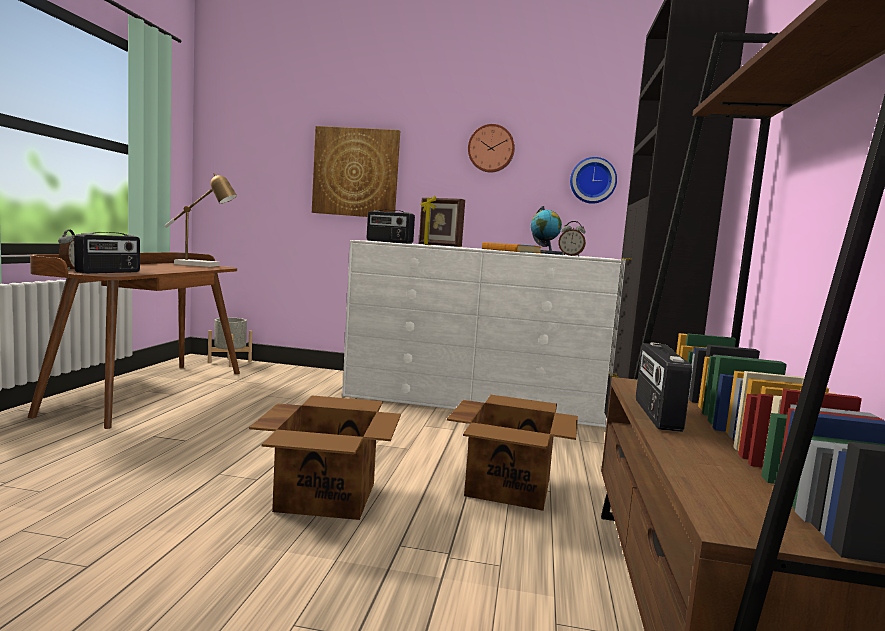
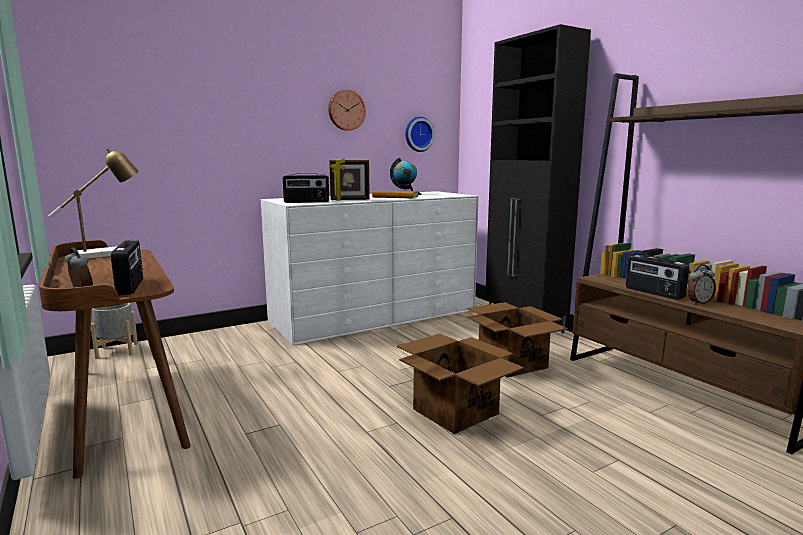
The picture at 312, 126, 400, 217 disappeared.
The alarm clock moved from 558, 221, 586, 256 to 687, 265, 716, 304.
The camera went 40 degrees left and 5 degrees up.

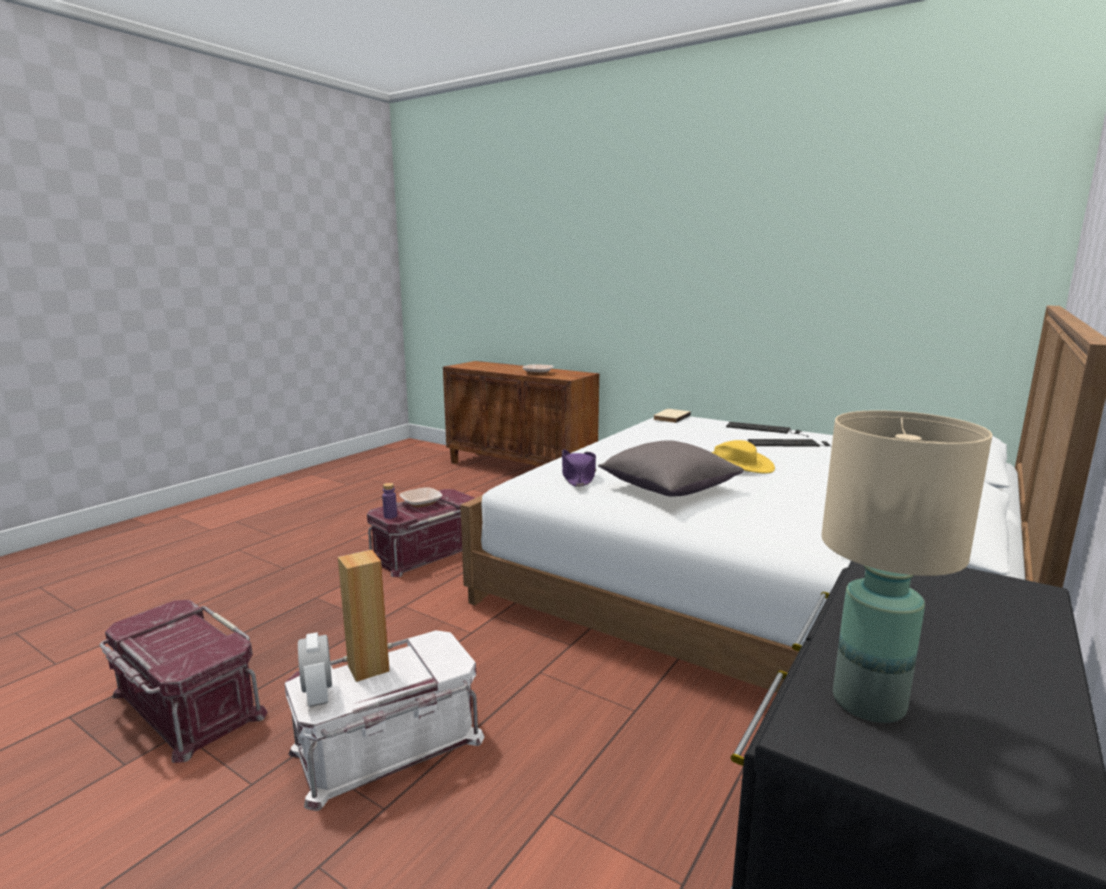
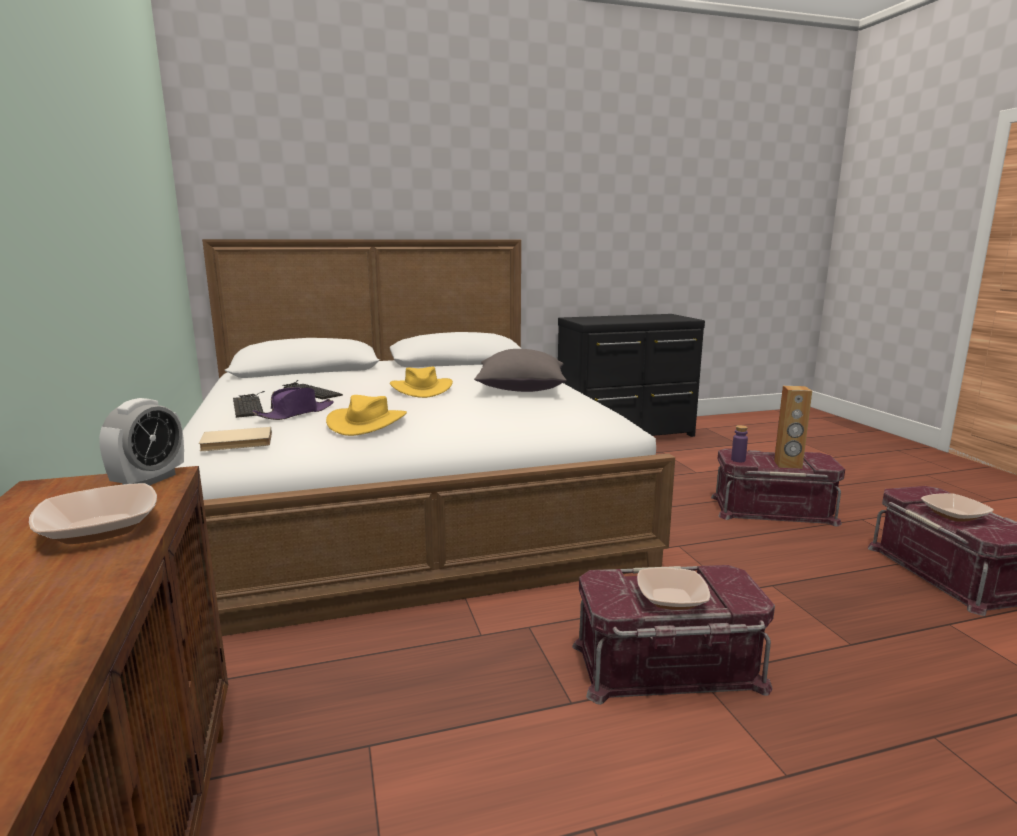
The table lamp in beige at 821, 410, 993, 723 disappeared.
The hat in yellow at 326, 395, 407, 436 appeared.
The bowl at 921, 493, 994, 522 appeared.
The alarm clock moved from 298, 632, 332, 707 to 99, 398, 184, 485.
The bottle in purple moved from 382, 483, 397, 519 to 731, 425, 748, 462.
The hat in purple moved from 562, 449, 596, 487 to 252, 387, 334, 420.
The storage box in white at 284, 630, 485, 811 became the storage box in red at 711, 448, 845, 527.
The camera went 140 degrees left and 0 degrees up.

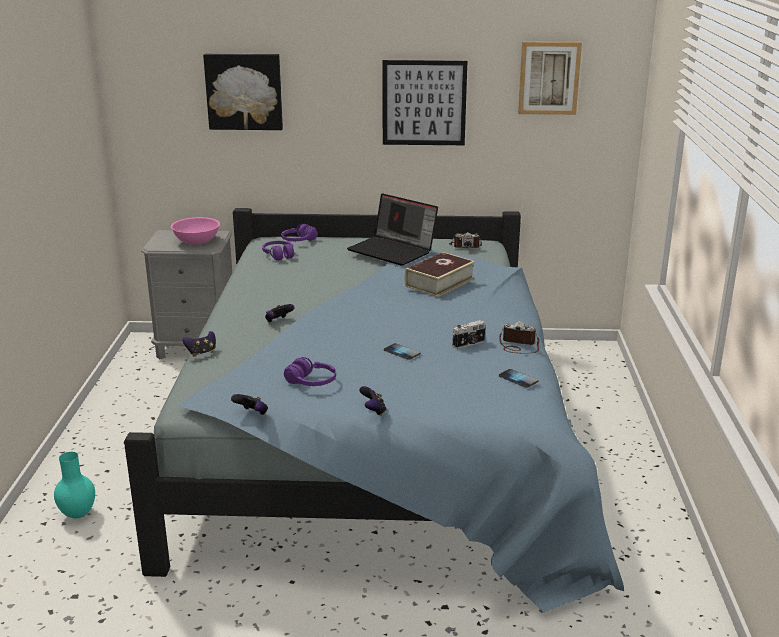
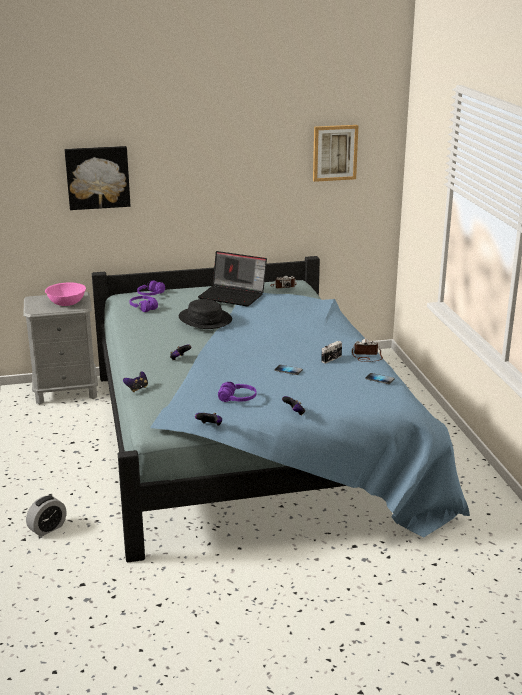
The picture at 382, 60, 467, 145 disappeared.
The book at 405, 252, 475, 297 disappeared.
The hat in black at 179, 299, 232, 329 appeared.
The vase in turquoise at 54, 452, 95, 518 was replaced by the alarm clock at 26, 495, 67, 537.
The camera went 15 degrees left and 0 degrees up.

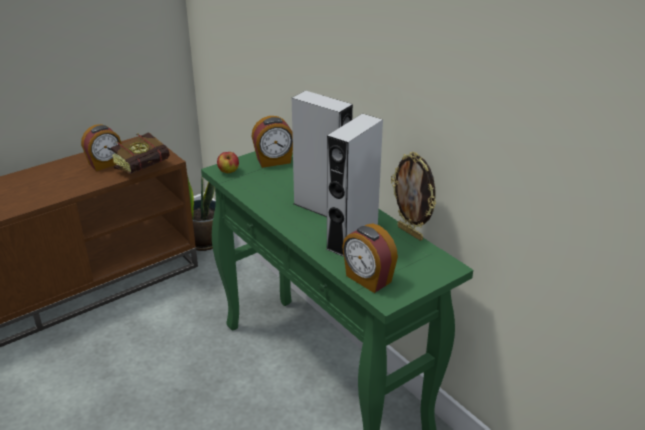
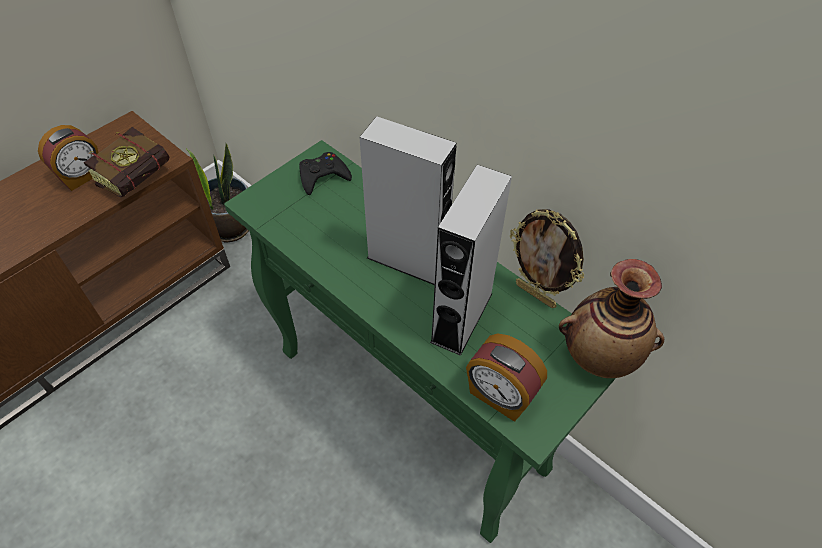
The apple at 217, 152, 239, 173 disappeared.
The vase at 559, 259, 664, 378 appeared.
The alarm clock at 252, 116, 293, 168 was replaced by the game controller in black at 299, 152, 352, 195.
The camera went 10 degrees left and 20 degrees up.

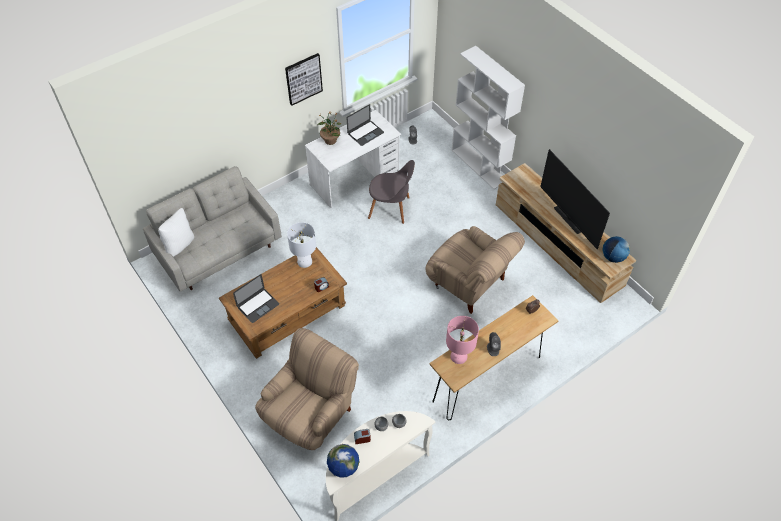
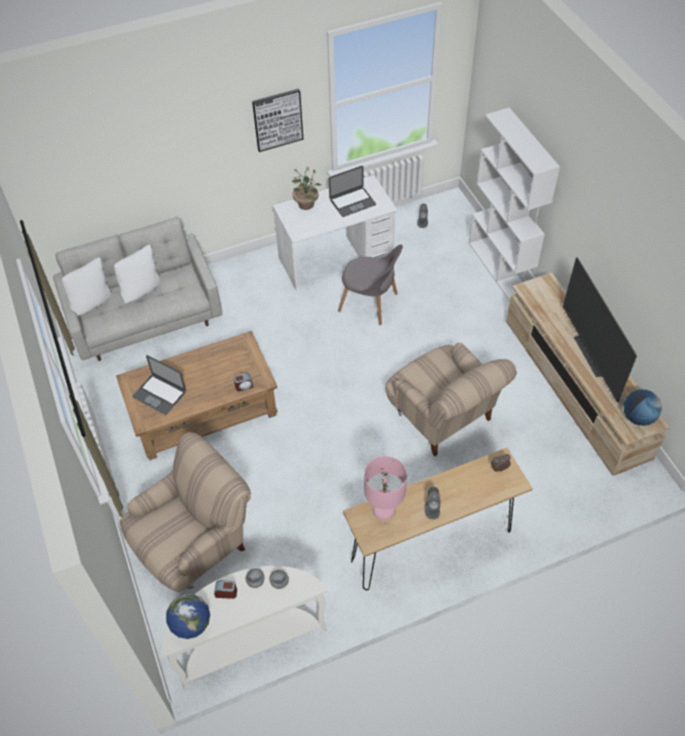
The table lamp in white at 287, 222, 316, 268 disappeared.
The pillow in white at 114, 245, 161, 303 appeared.
The laptop at 233, 274, 279, 323 turned 60 degrees clockwise.
The camera went 15 degrees right and 0 degrees up.

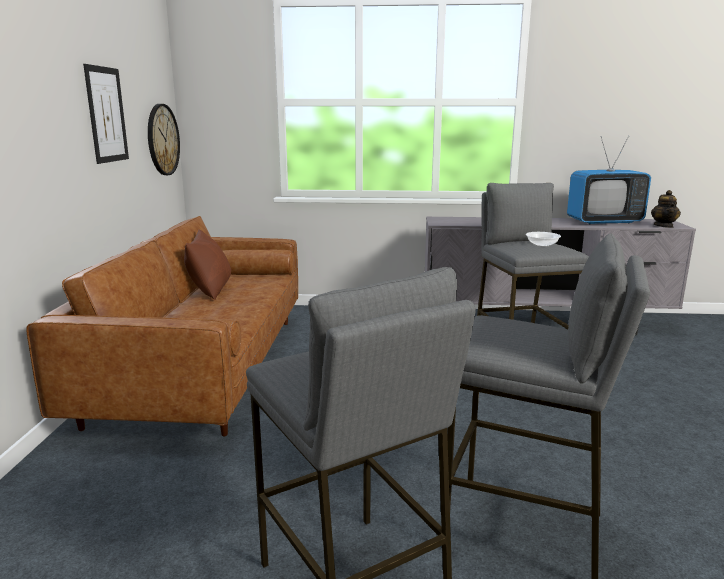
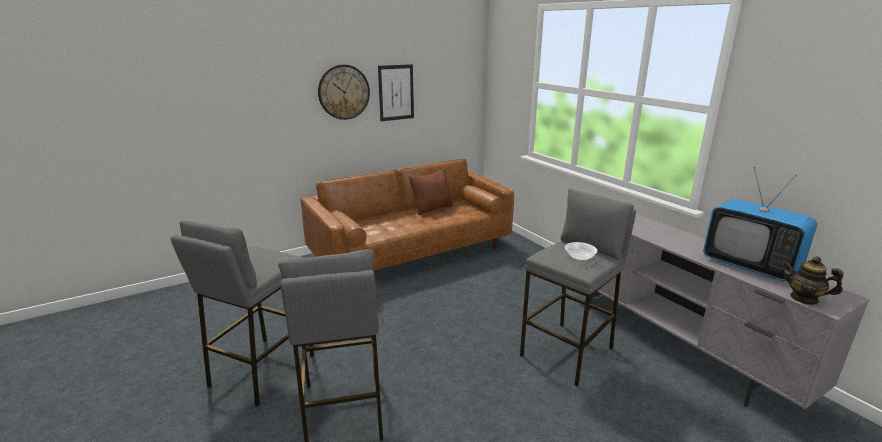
The wall clock moved from 148, 104, 180, 175 to 318, 64, 370, 120.
The teapot at 651, 190, 681, 228 turned 60 degrees clockwise.
The camera went 55 degrees right and 5 degrees up.

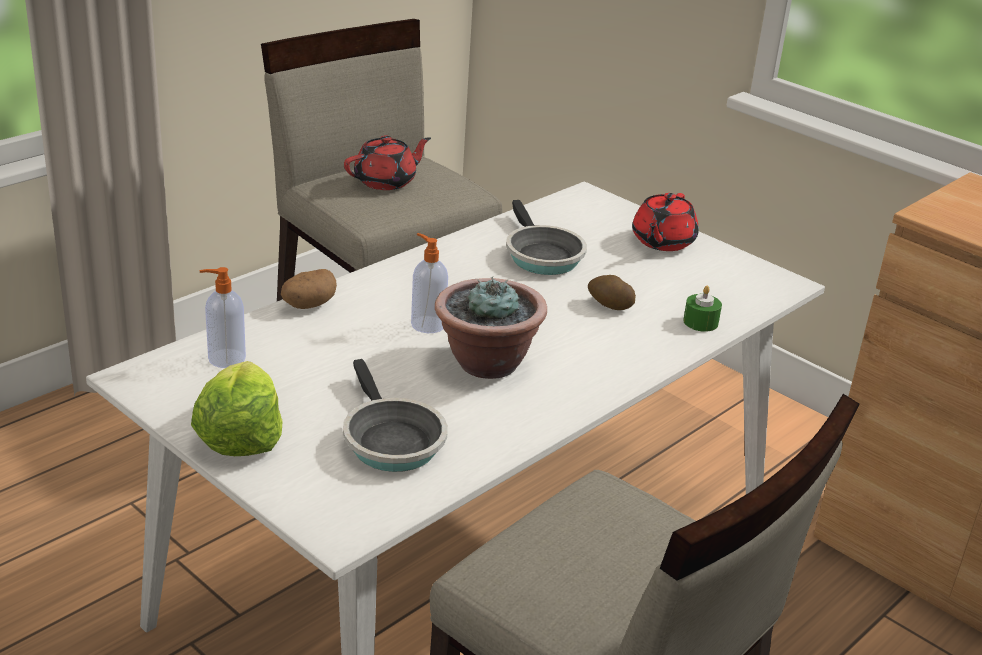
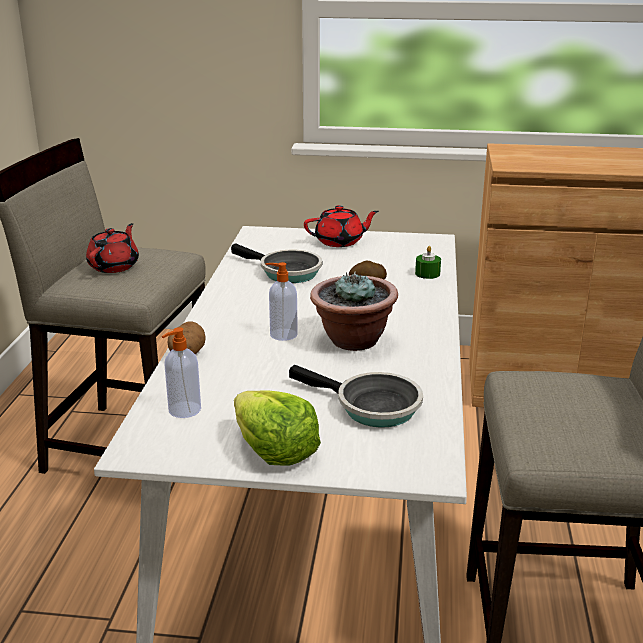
The teapot in red at 632, 193, 699, 251 turned 90 degrees counterclockwise.
The camera went 35 degrees left and 5 degrees down.

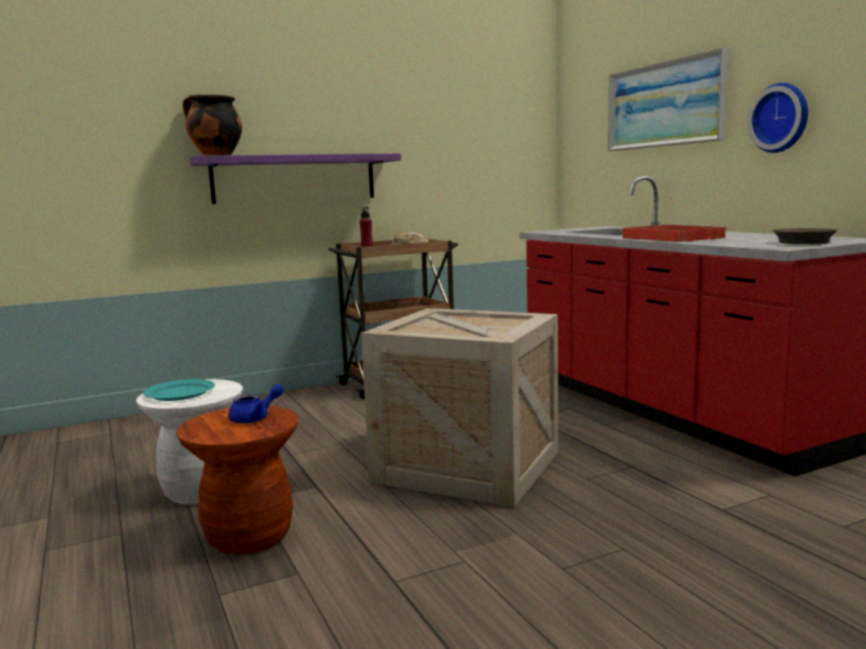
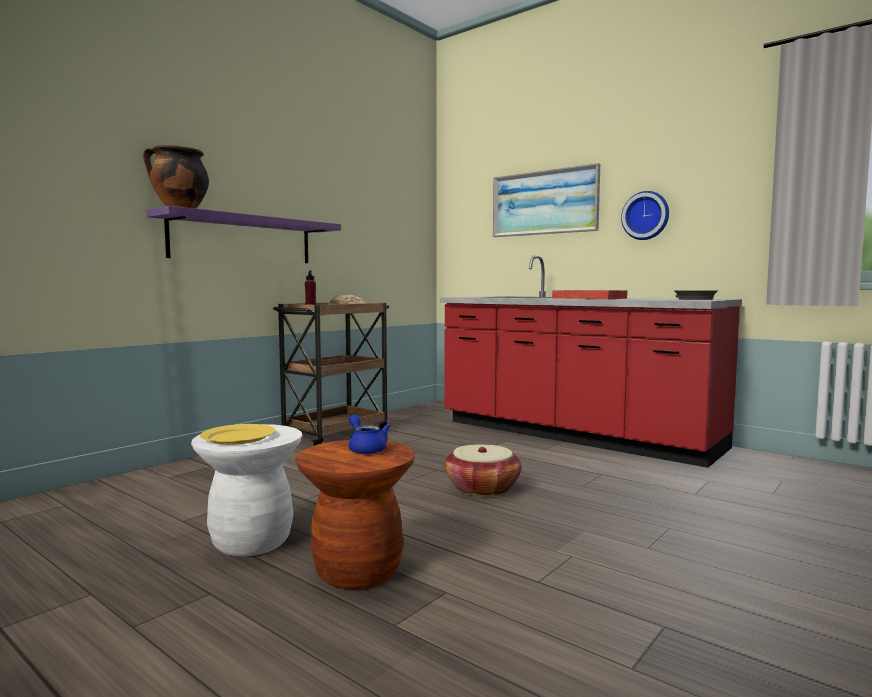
The crate at 361, 308, 558, 507 was replaced by the basket at 444, 444, 522, 497.
The plate in turquoise at 143, 379, 215, 401 became the plate in yellow at 200, 424, 275, 445.
The teapot in blue at 228, 384, 284, 423 turned 60 degrees counterclockwise.
The camera went 25 degrees left and 5 degrees down.

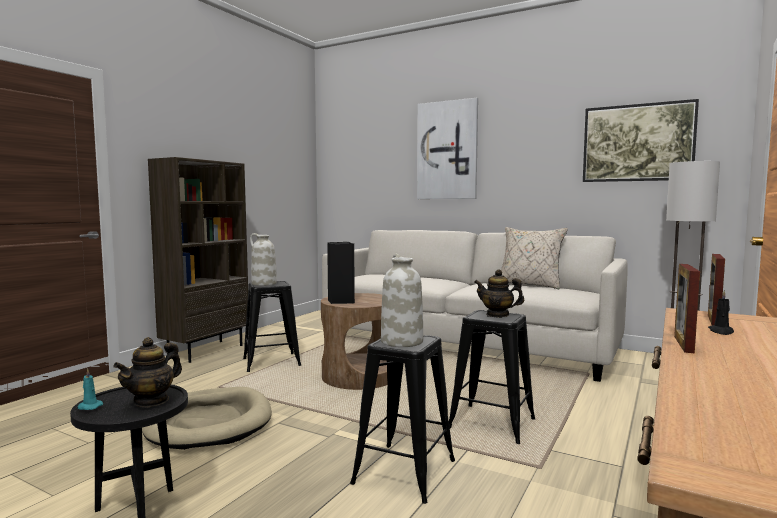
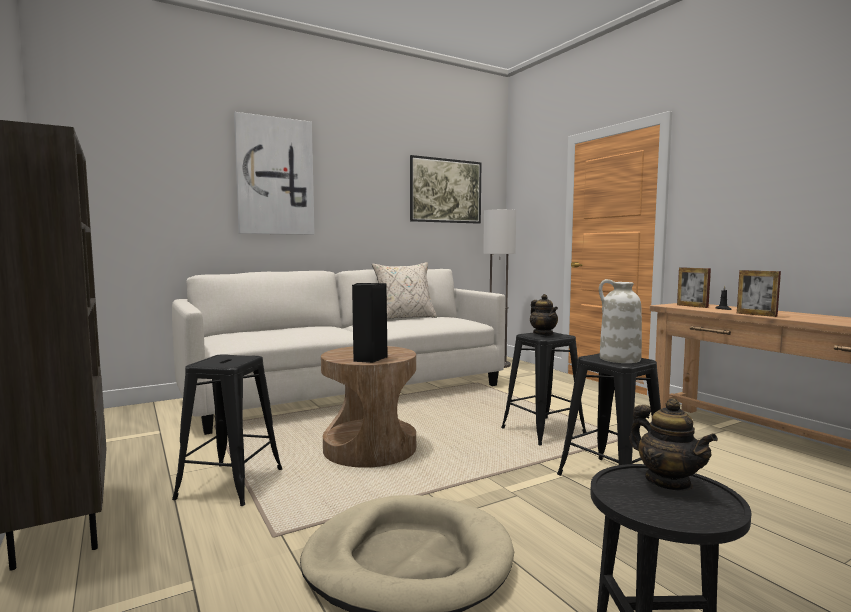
The candle in turquoise at 78, 368, 103, 410 disappeared.
The vase in white at 250, 233, 277, 286 disappeared.
The teapot at 474, 269, 525, 317 turned 75 degrees counterclockwise.
The camera went 60 degrees left and 0 degrees up.

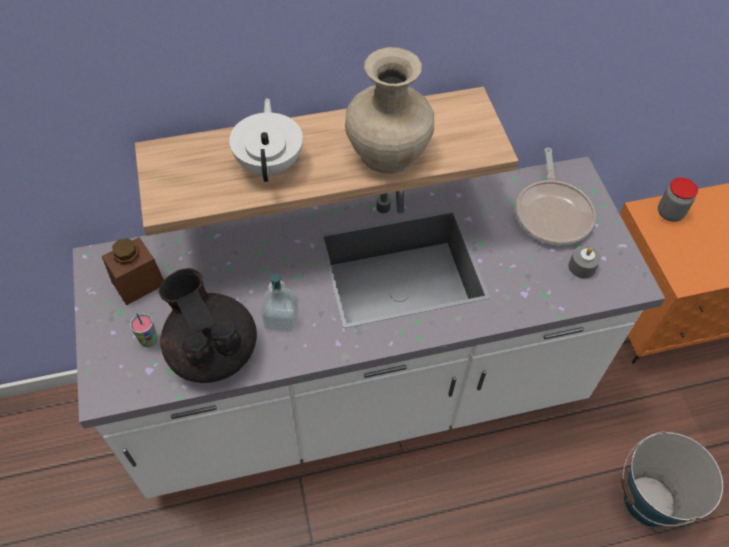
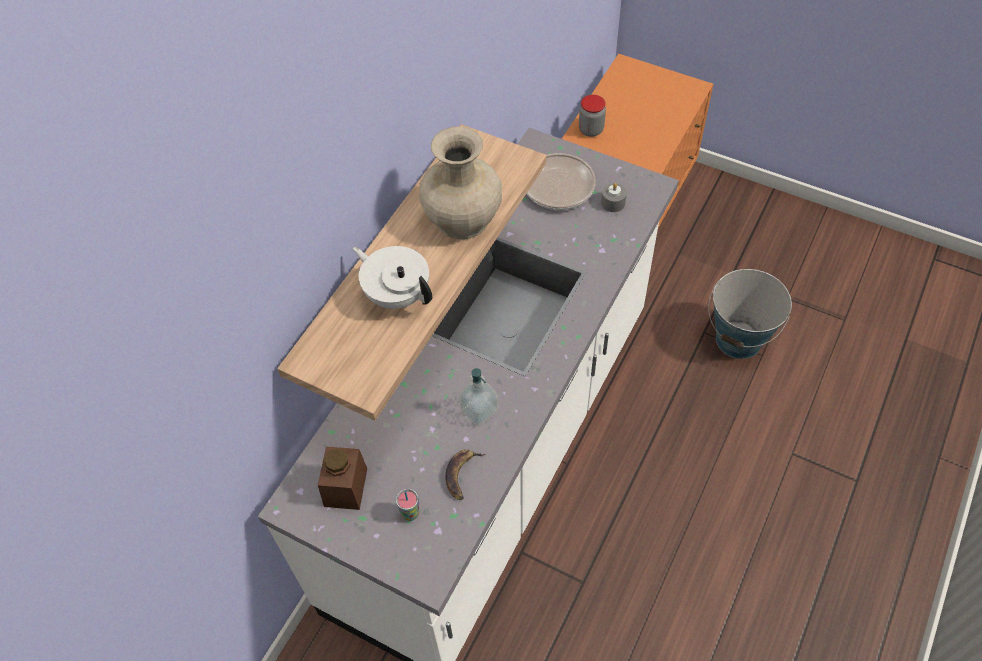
The teapot in black at 159, 268, 257, 383 was replaced by the banana at 445, 449, 485, 500.
The camera went 45 degrees left and 0 degrees up.

